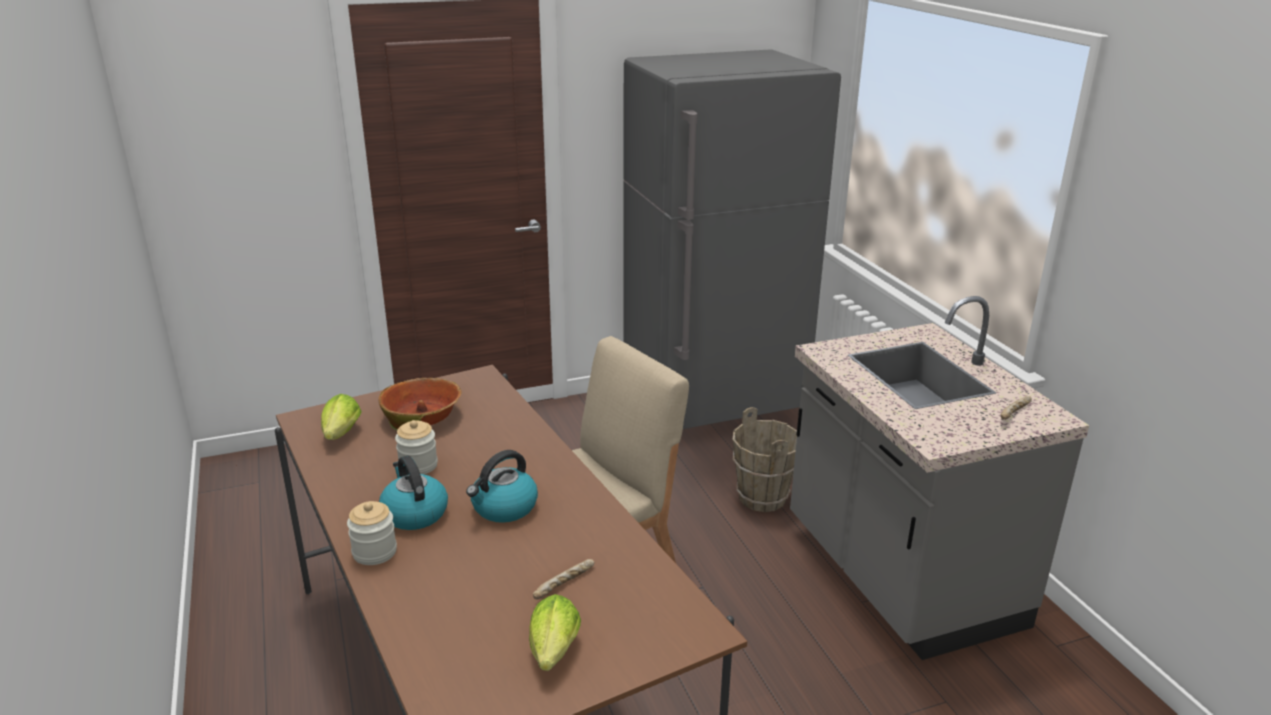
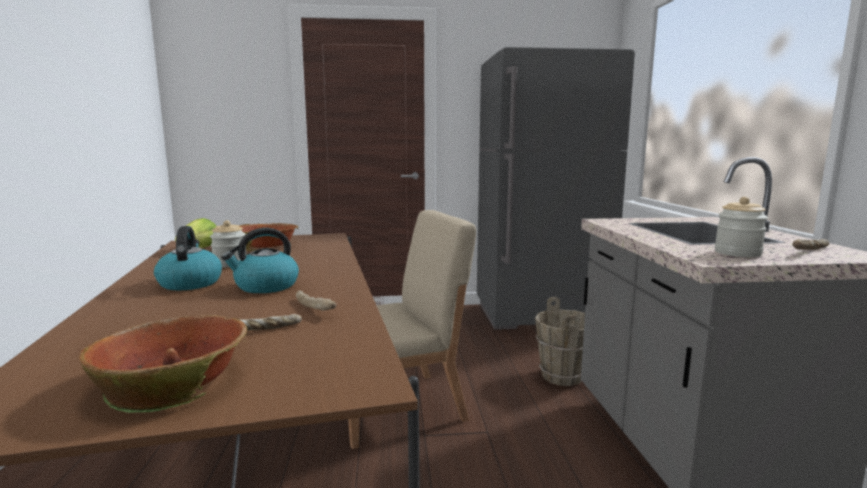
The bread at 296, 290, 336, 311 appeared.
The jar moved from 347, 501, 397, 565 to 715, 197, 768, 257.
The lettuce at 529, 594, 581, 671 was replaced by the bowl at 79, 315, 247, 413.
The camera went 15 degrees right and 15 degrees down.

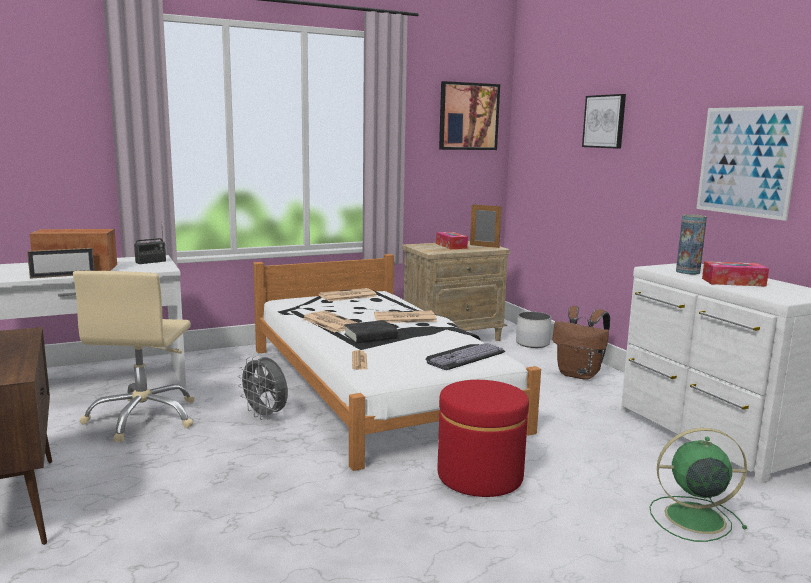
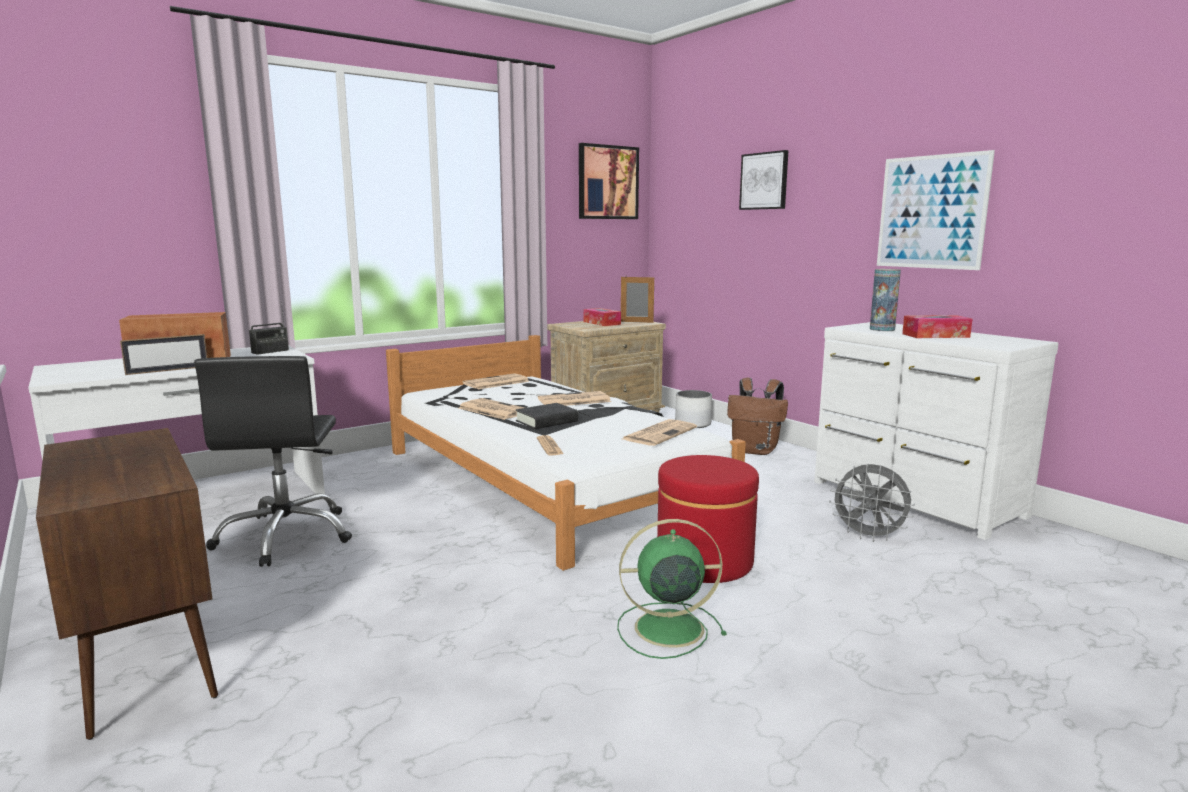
The fan in grey moved from 237, 356, 288, 420 to 829, 464, 915, 542.
The fan in green moved from 649, 428, 747, 542 to 617, 519, 727, 659.
The keyboard at 425, 343, 505, 370 was replaced by the newspaper at 622, 419, 697, 446.
The office chair in beige at 73, 271, 195, 442 became the office chair in black at 194, 356, 352, 567.
The camera went 10 degrees left and 0 degrees up.

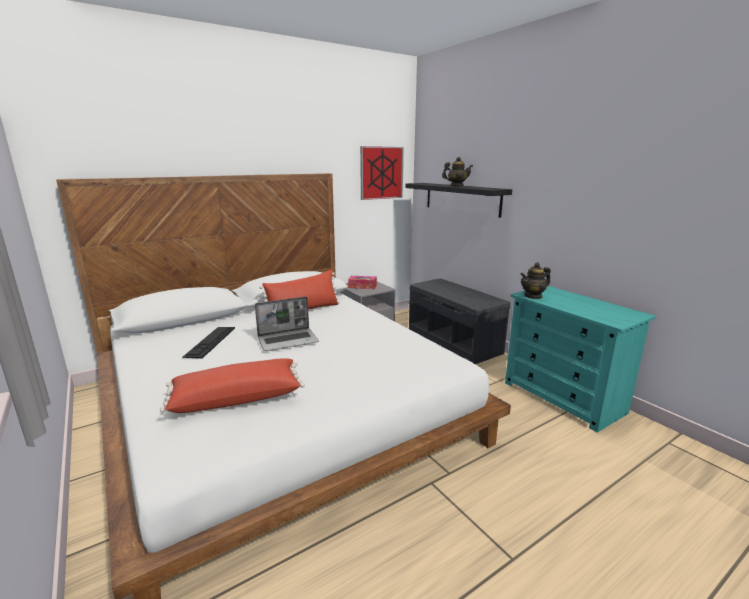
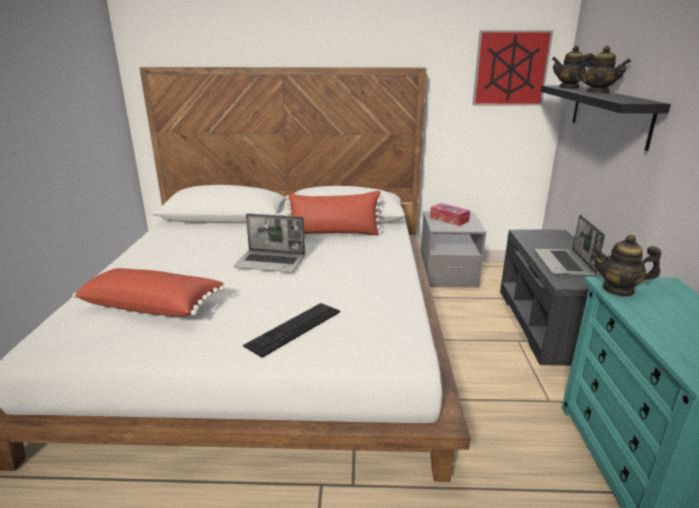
The laptop at 534, 215, 605, 276 appeared.
The teapot at 552, 46, 595, 89 appeared.
The keyboard moved from 182, 327, 235, 359 to 243, 303, 340, 358.
The camera went 35 degrees right and 5 degrees up.

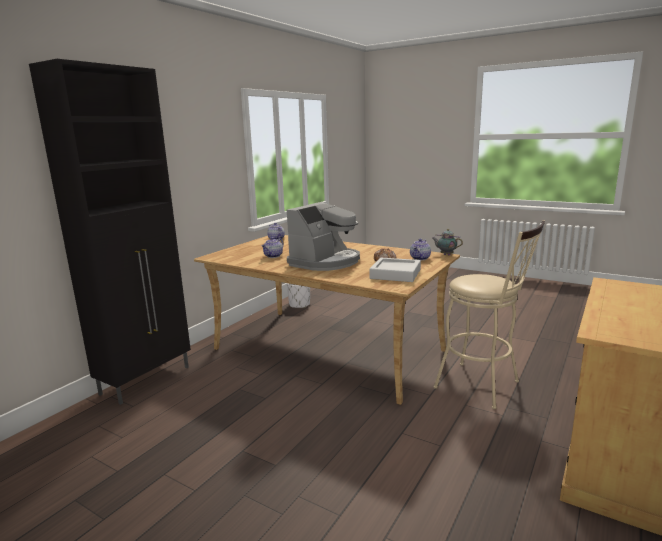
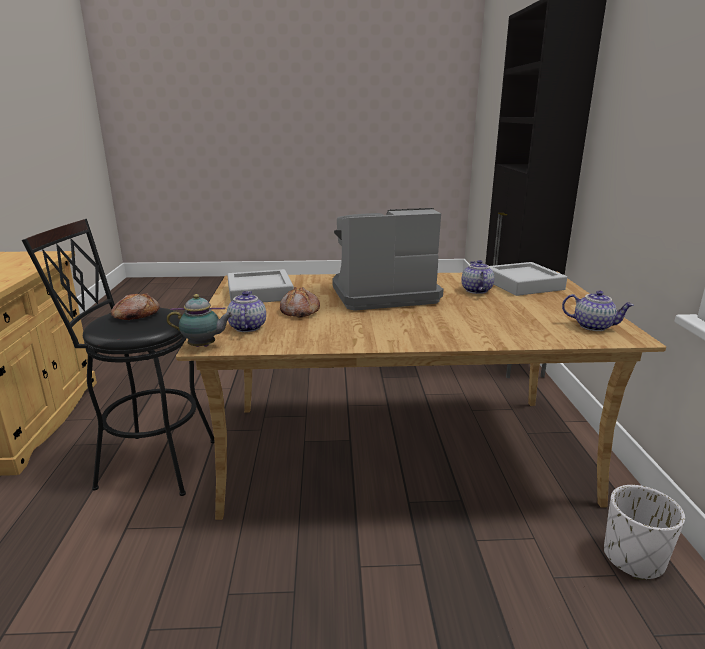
The bread at 111, 293, 160, 320 appeared.
The tray in grey at 489, 262, 567, 296 appeared.
The stool in beige at 434, 220, 545, 409 became the stool in black at 22, 219, 214, 496.
The coffee machine at 287, 202, 360, 271 turned 75 degrees clockwise.
The camera went 145 degrees right and 5 degrees up.

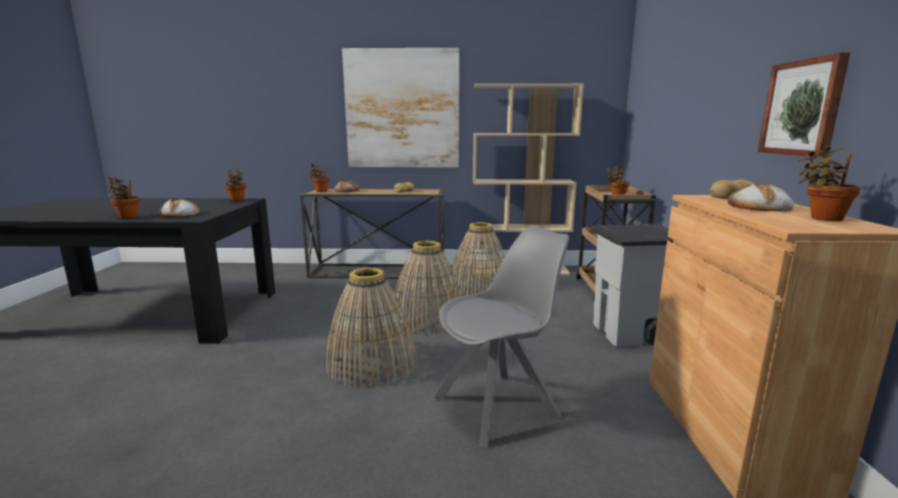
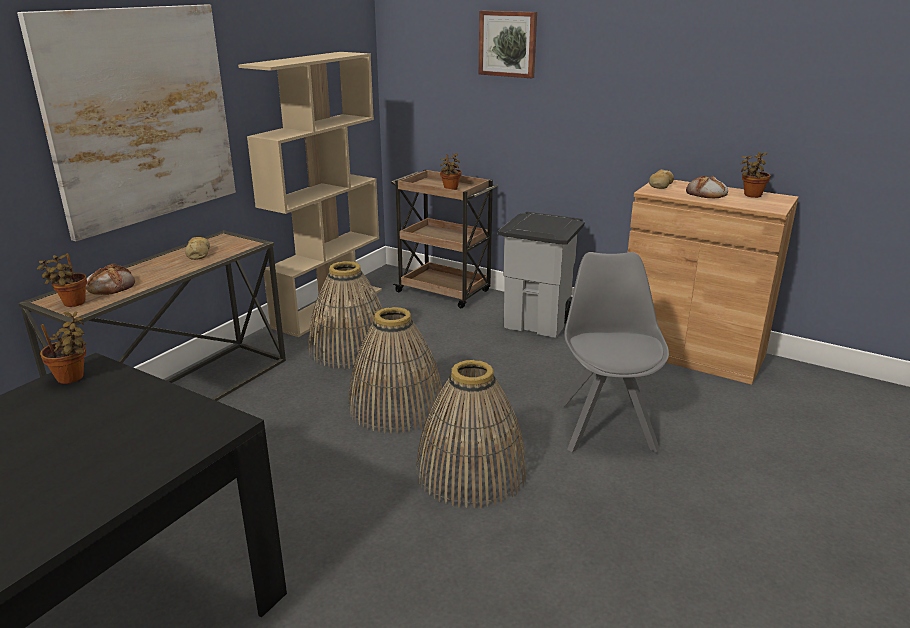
The potted plant at 106, 176, 139, 219 disappeared.
The bread at 159, 199, 200, 217 disappeared.
The picture moved from 758, 52, 850, 157 to 479, 11, 537, 78.
The camera went 60 degrees left and 10 degrees up.

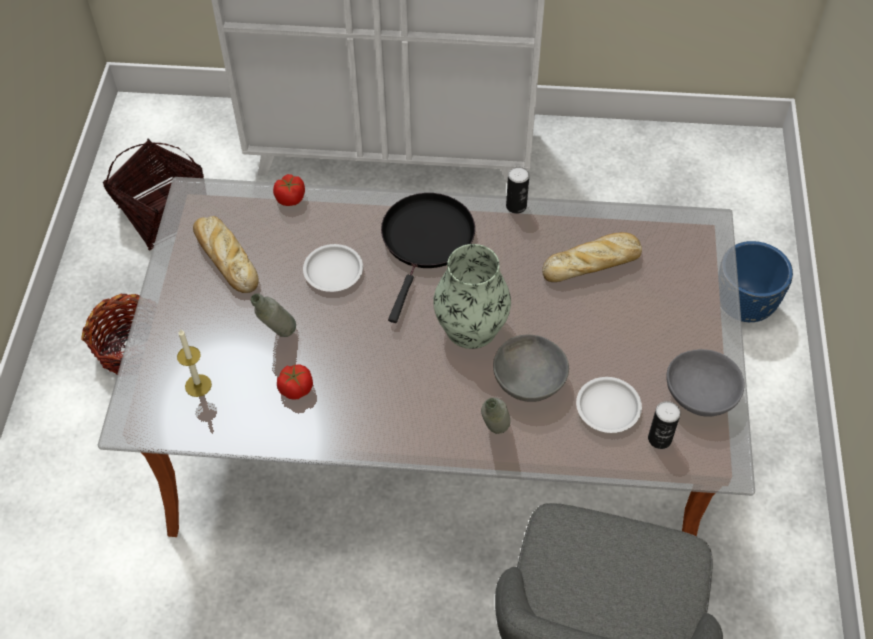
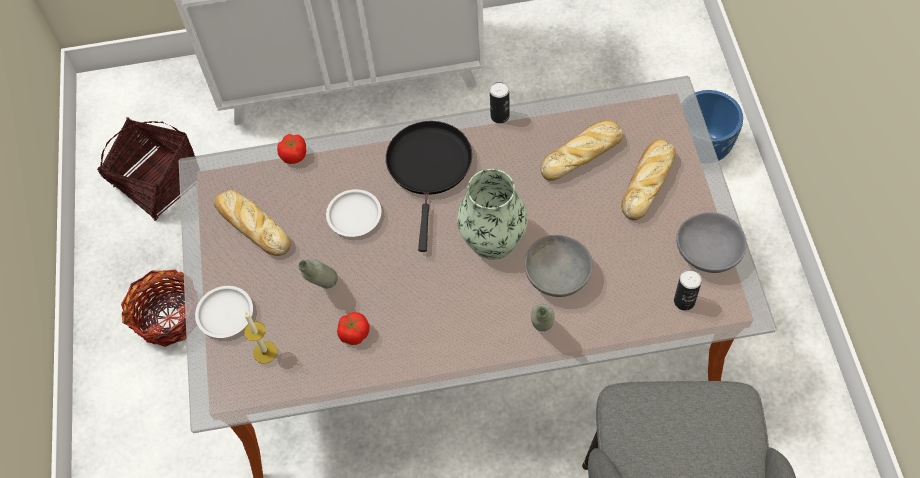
The bread at 621, 139, 676, 220 appeared.
The plate in white moved from 576, 377, 642, 433 to 195, 286, 253, 338.
The camera went 10 degrees left and 5 degrees up.

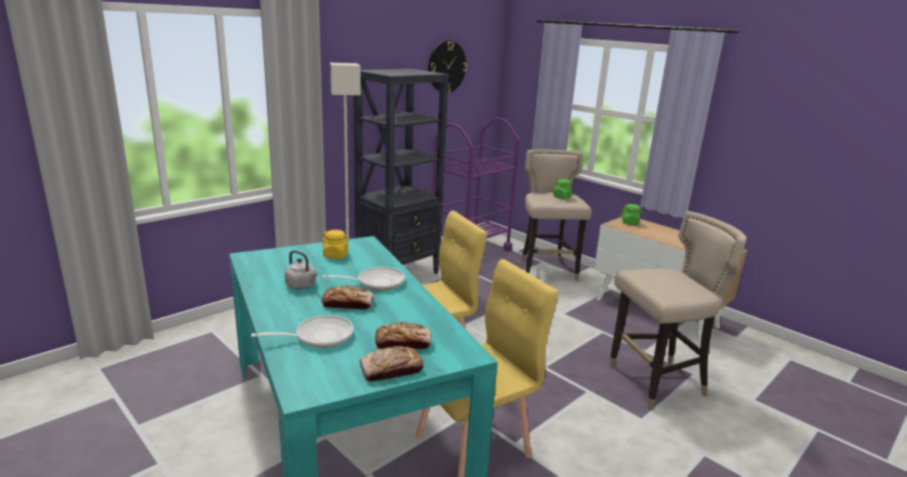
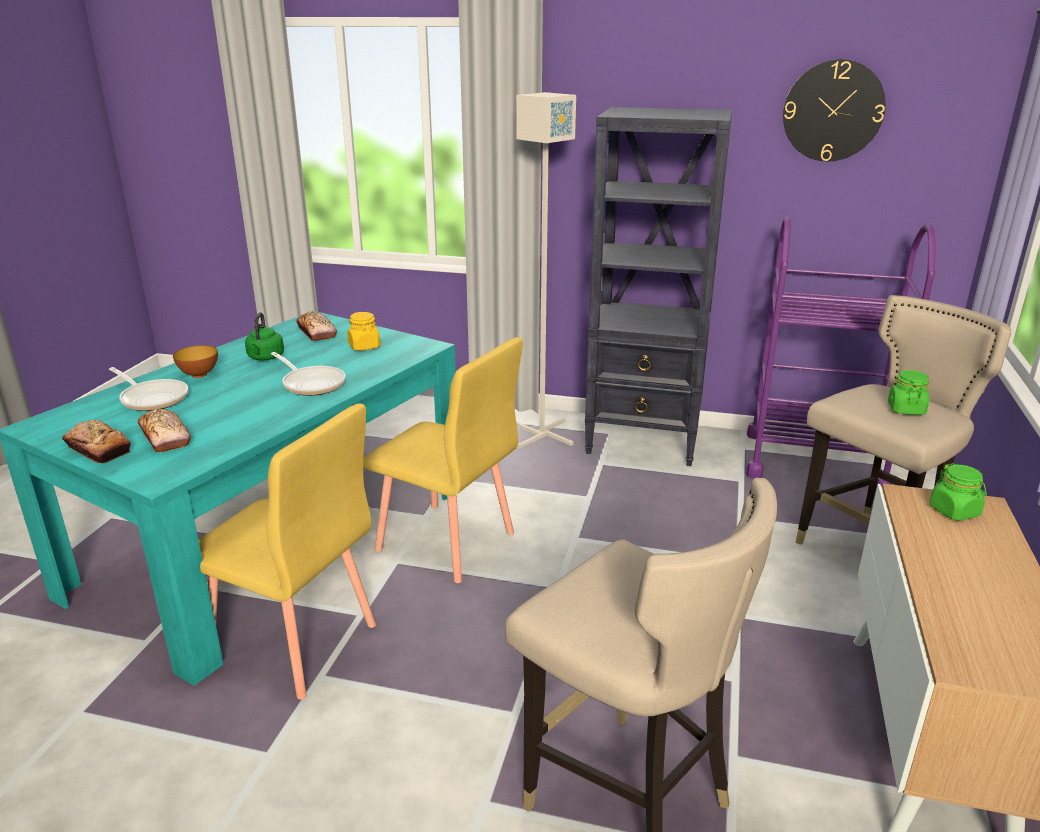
The bowl at 173, 345, 218, 378 appeared.
The bread moved from 322, 285, 374, 310 to 296, 311, 337, 341.
The kettle in grey at 285, 250, 318, 289 became the kettle in green at 245, 312, 284, 361.
The camera went 60 degrees right and 5 degrees up.

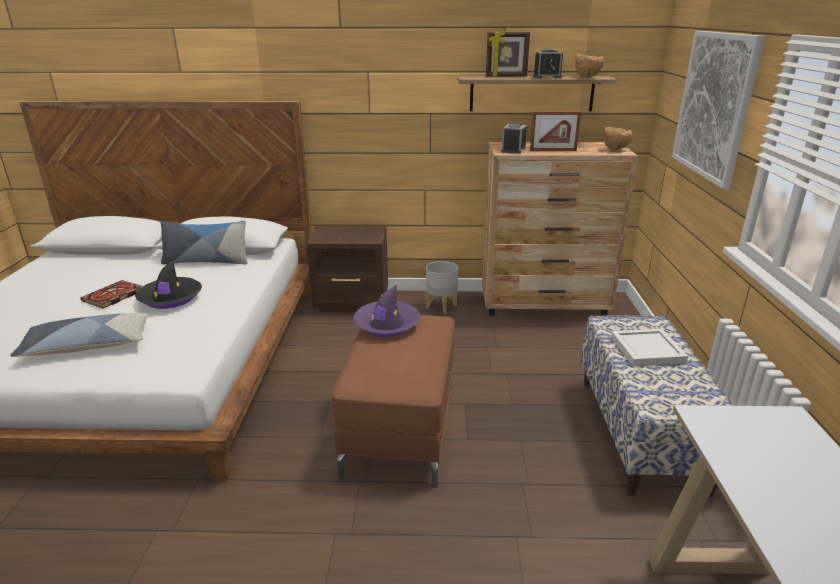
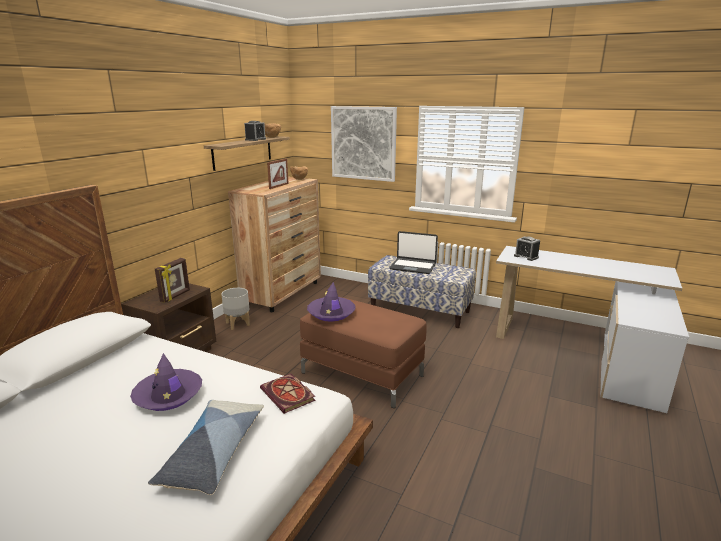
The pillow at 161, 220, 247, 265 disappeared.
The book moved from 80, 280, 142, 308 to 260, 374, 316, 414.
The picture frame moved from 486, 30, 530, 77 to 155, 258, 190, 303.
The alarm clock moved from 501, 123, 527, 154 to 514, 236, 540, 261.
The tray in white at 611, 329, 688, 366 was replaced by the laptop at 389, 231, 438, 274.
The hat in black at 135, 259, 202, 309 became the hat in purple at 130, 353, 202, 411.
The camera went 65 degrees left and 5 degrees down.

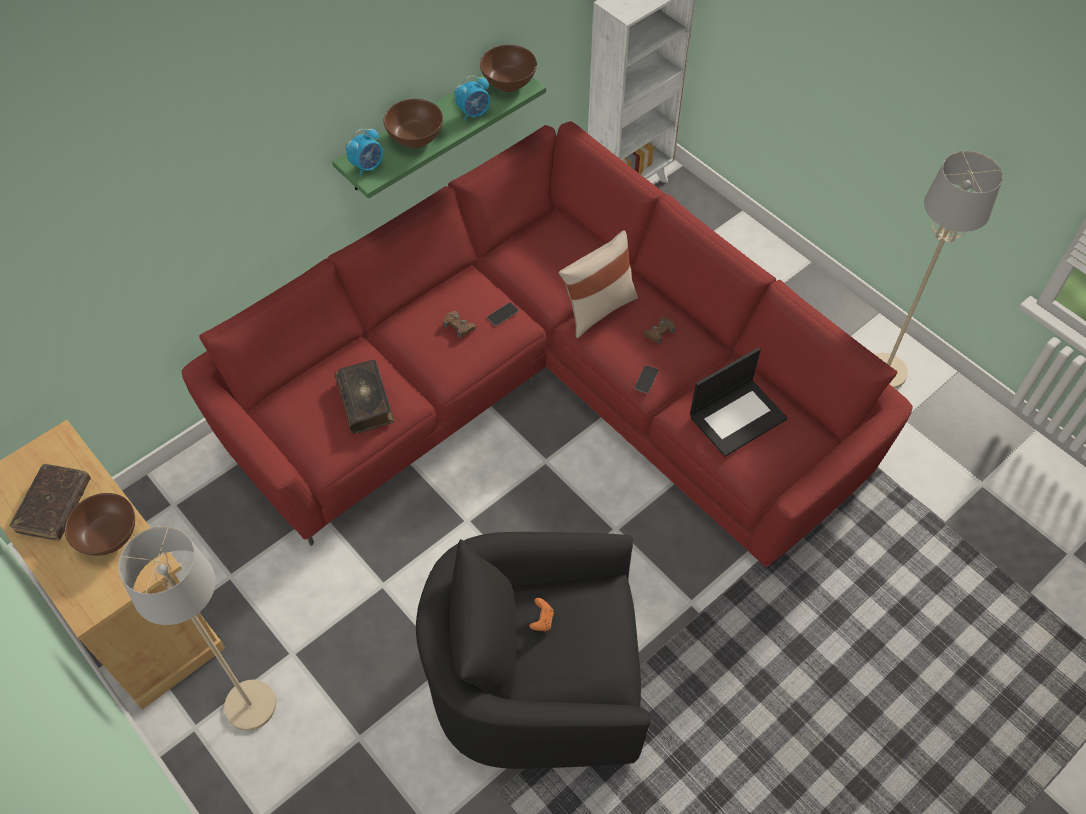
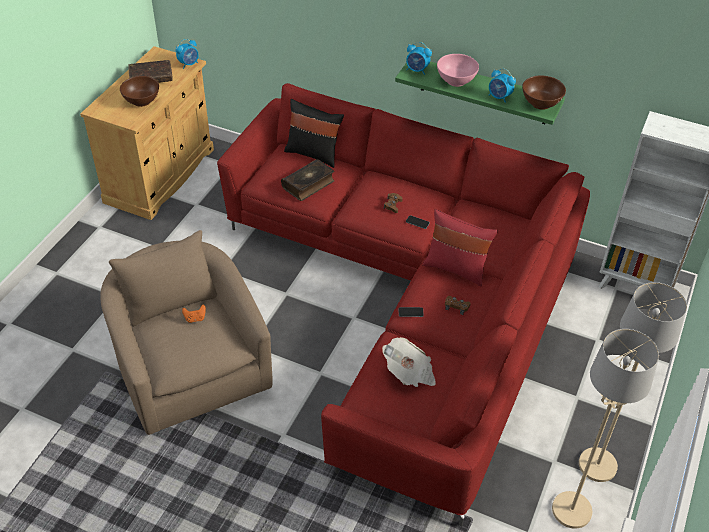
The alarm clock at 175, 39, 199, 69 appeared.
The pillow in black at 284, 99, 344, 168 appeared.
The floor lamp in beige moved from 118, 526, 276, 731 to 579, 282, 687, 482.
The laptop at 690, 347, 787, 457 was replaced by the newspaper at 382, 337, 436, 387.
The bowl in brown at 384, 99, 443, 148 became the bowl in pink at 437, 54, 479, 87.
The armchair in black at 416, 532, 650, 769 became the armchair in beige at 100, 230, 273, 435.
The pillow in beige at 559, 230, 638, 338 became the pillow in red at 423, 209, 498, 286.
The camera went 65 degrees right and 10 degrees down.

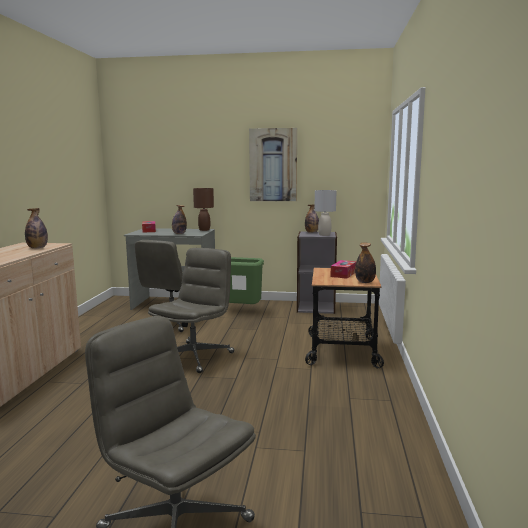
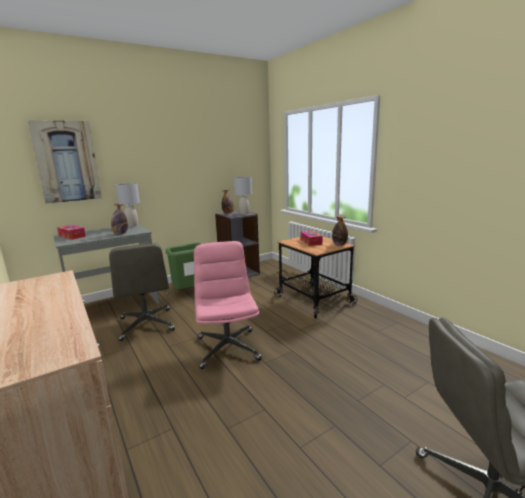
The bottle at 25, 208, 48, 249 disappeared.
The picture moved from 249, 128, 297, 201 to 27, 120, 102, 204.
The office chair in grey at 148, 248, 235, 373 became the office chair in pink at 194, 241, 262, 369.
The table lamp in brown at 193, 188, 214, 231 became the table lamp in grey at 115, 183, 140, 227.
The camera went 40 degrees left and 5 degrees up.

